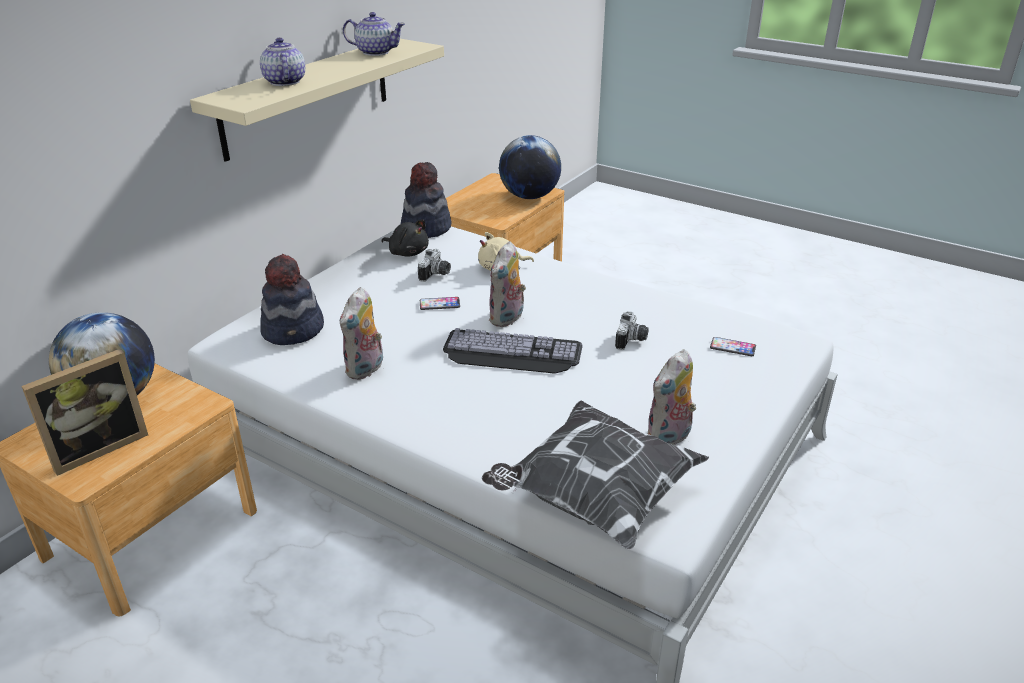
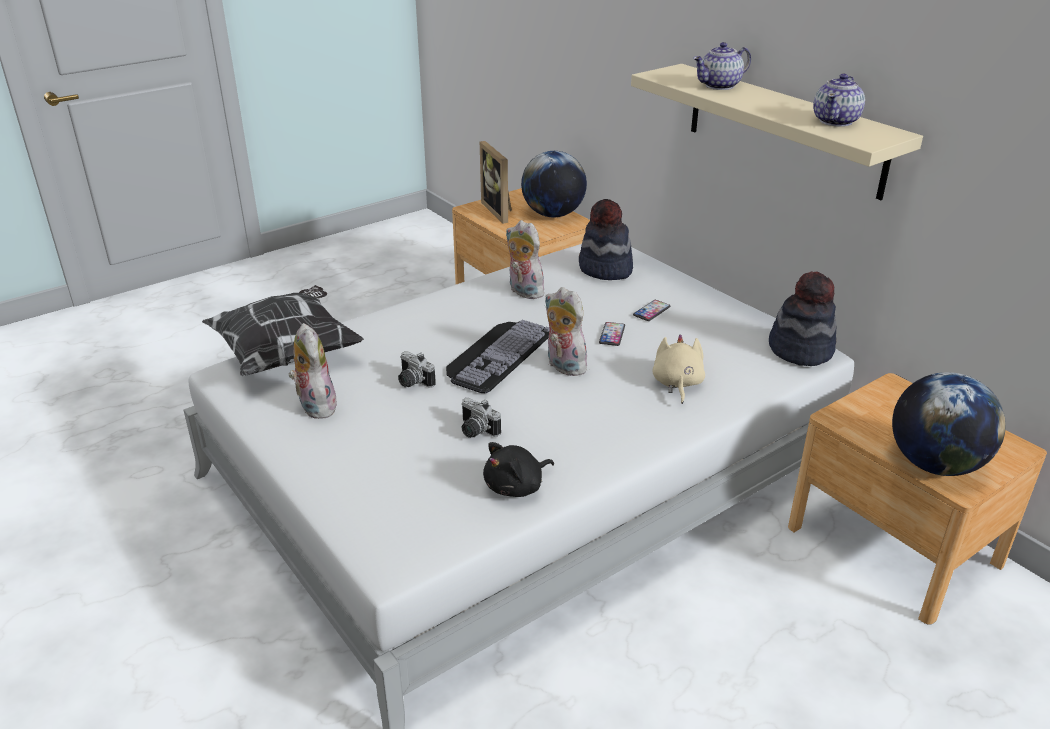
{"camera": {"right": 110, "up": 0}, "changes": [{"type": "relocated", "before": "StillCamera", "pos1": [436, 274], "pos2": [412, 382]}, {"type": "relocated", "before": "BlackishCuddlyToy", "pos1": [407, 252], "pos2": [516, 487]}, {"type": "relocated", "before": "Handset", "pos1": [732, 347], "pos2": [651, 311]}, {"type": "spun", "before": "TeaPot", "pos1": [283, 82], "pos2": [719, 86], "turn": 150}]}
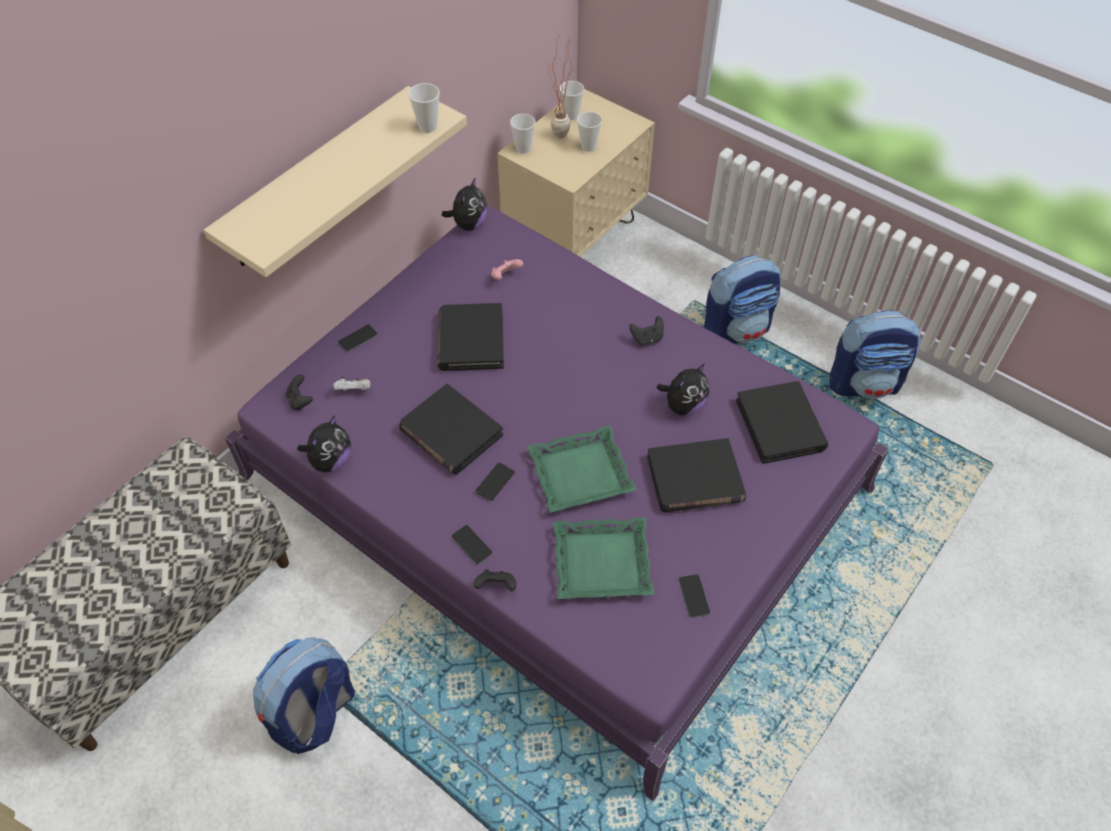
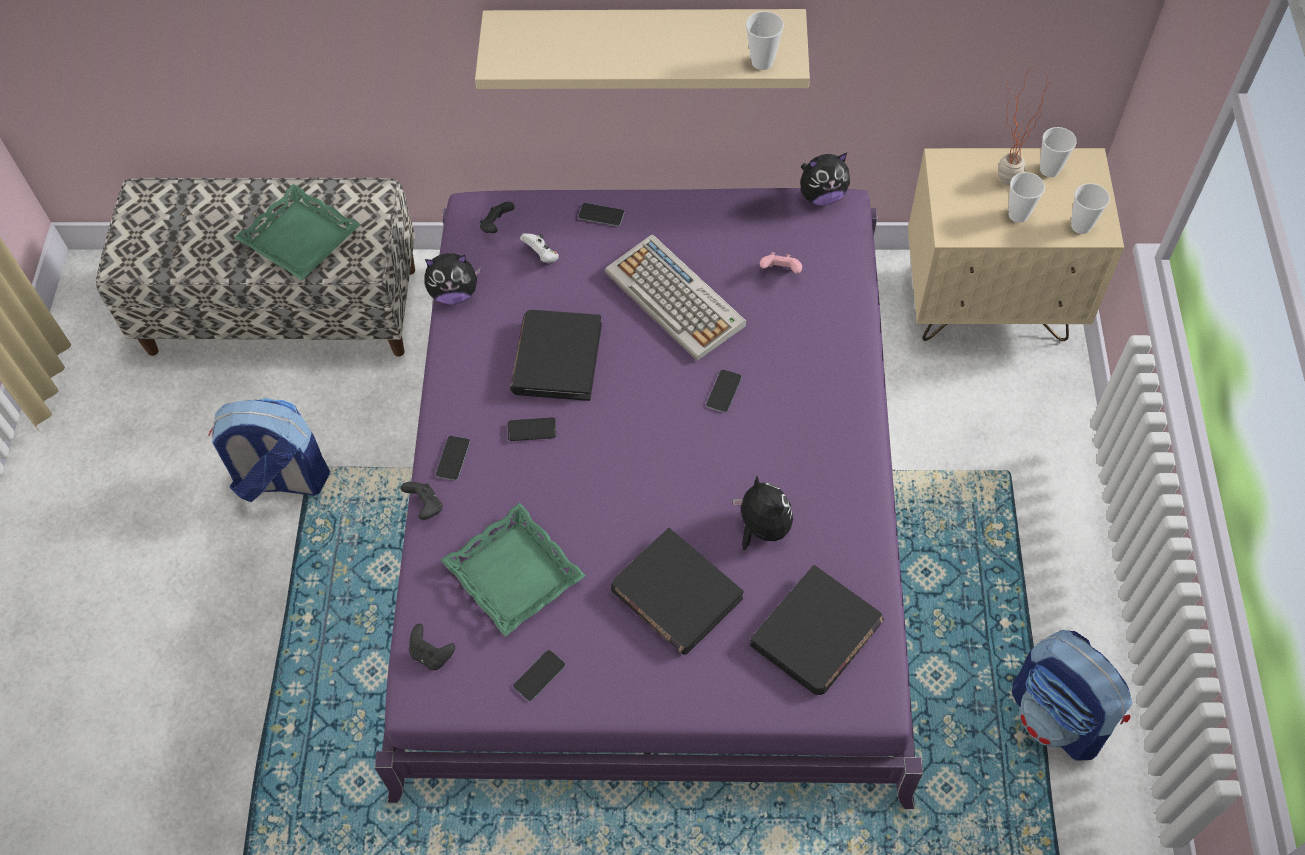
{"camera": {"right": 55, "up": 5}, "changes": [{"type": "relocated", "before": "GreenColouredTray", "pos1": [580, 473], "pos2": [301, 238]}, {"type": "relocated", "before": "BlackishJoypad", "pos1": [647, 339], "pos2": [431, 654]}, {"type": "exchanged", "before": "BlackishVolume", "after": "PcKeyboard", "pos1": [471, 340], "pos2": [676, 299]}, {"type": "appeared", "after": "Handset", "pos2": [724, 391]}, {"type": "spun", "before": "CuddlyToy", "pos1": [683, 405], "pos2": [762, 528], "turn": -135}, {"type": "relocated", "before": "SmallCup", "pos1": [523, 148], "pos2": [1081, 226]}, {"type": "missing", "before": "Knapsack", "pos1": [736, 330]}]}
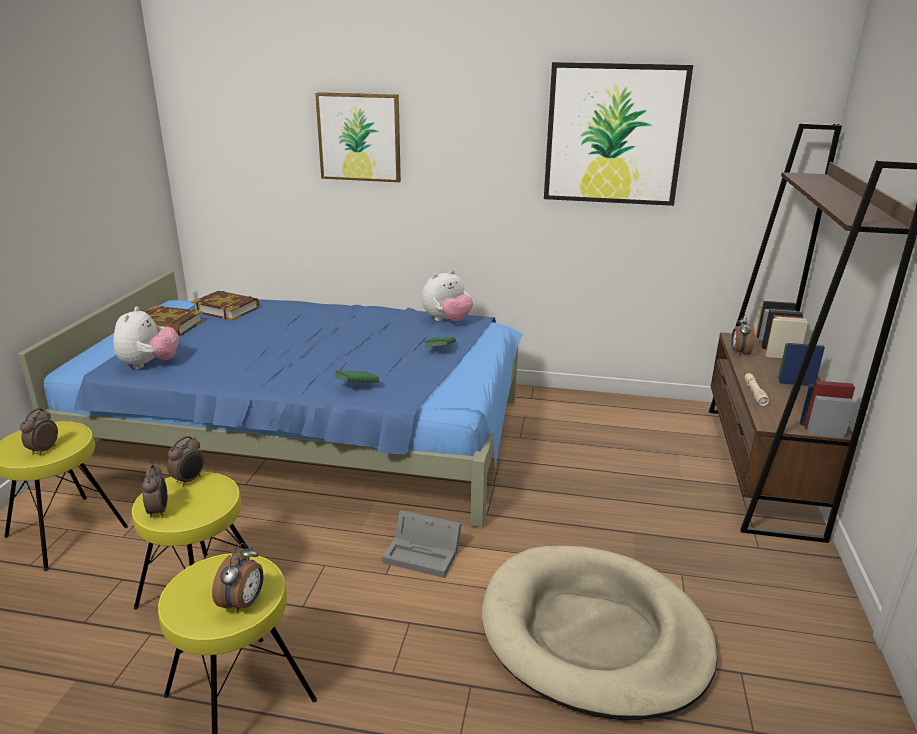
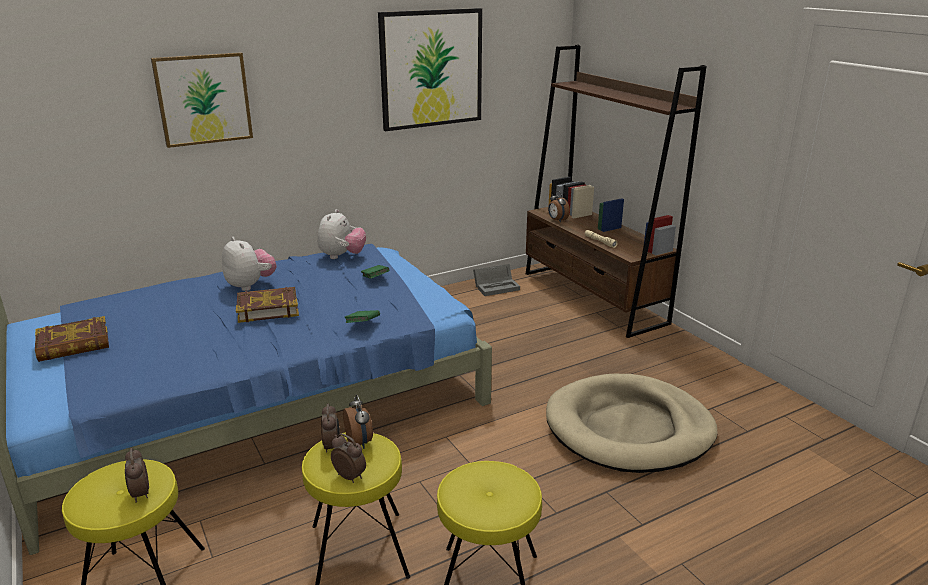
{"camera": {"right": -40, "up": 0}, "changes": [{"type": "relocated", "before": "CuddlyToy", "pos1": [149, 364], "pos2": [250, 285]}, {"type": "relocated", "before": "Volume", "pos1": [226, 309], "pos2": [268, 309]}, {"type": "relocated", "before": "BedsideClock", "pos1": [243, 603], "pos2": [359, 443]}, {"type": "relocated", "before": "GreyishStorageBin", "pos1": [424, 554], "pos2": [497, 287]}]}
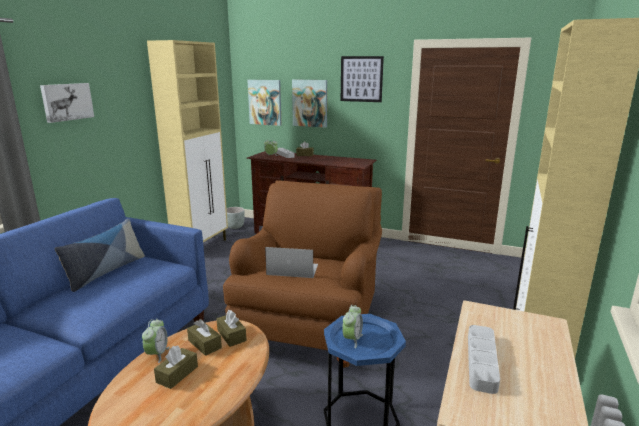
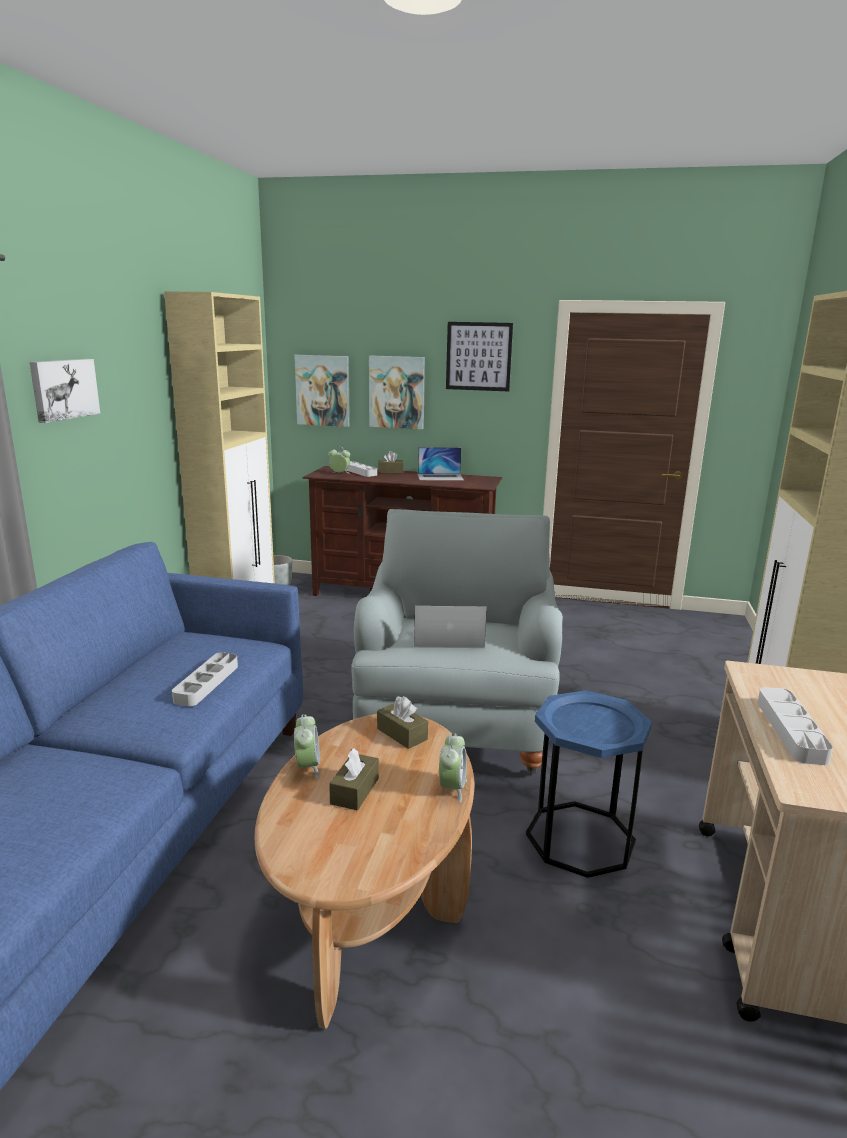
{"camera": {"right": -10, "up": 0}, "changes": [{"type": "appeared", "after": "GreyishTray", "pos2": [207, 683]}, {"type": "colour", "before": "BrownLoungeChair", "after": "GreyishLoungeChair", "pos1": [310, 324], "pos2": [456, 721]}, {"type": "appeared", "after": "Laptop", "pos2": [440, 477]}, {"type": "relocated", "before": "BedsideClock", "pos1": [352, 339], "pos2": [452, 788]}, {"type": "missing", "before": "Pillow", "pos1": [106, 271]}, {"type": "missing", "before": "BrownBoxOfTissues", "pos1": [204, 344]}]}
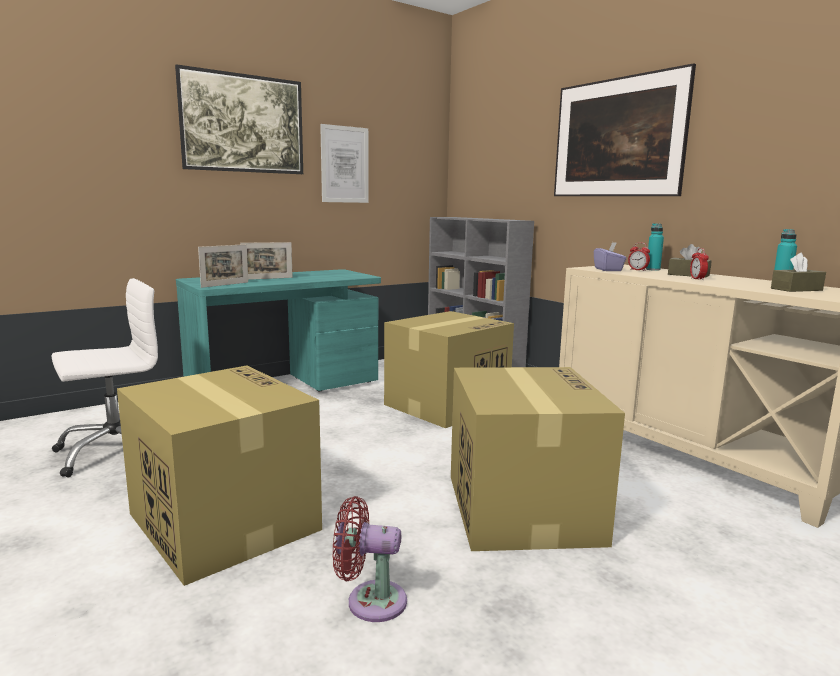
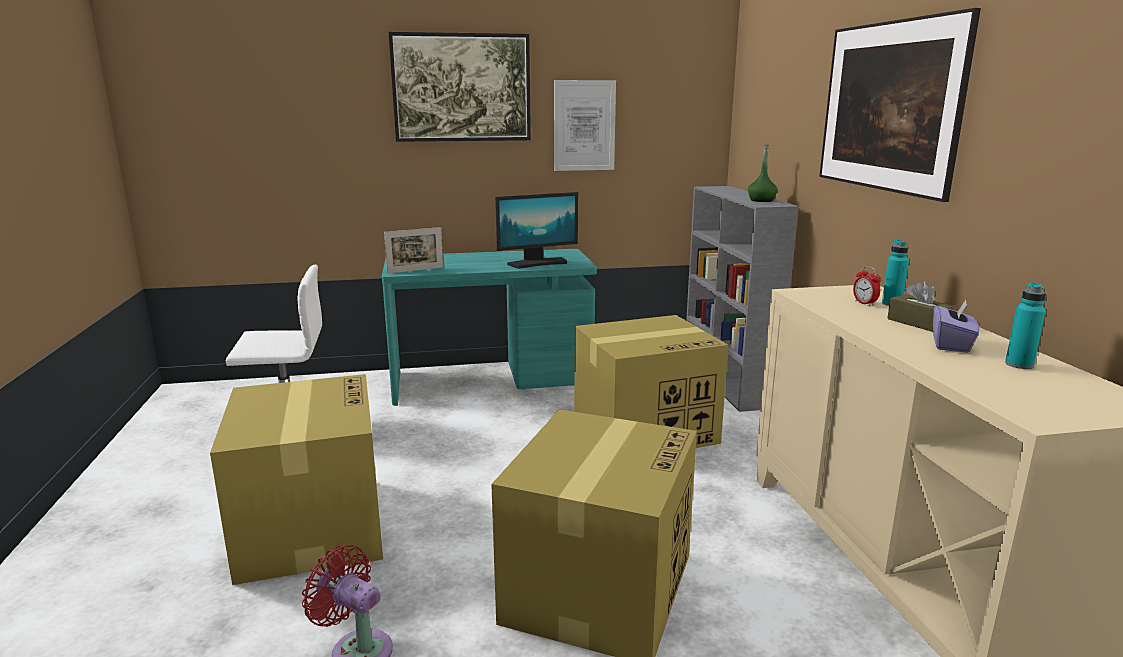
{"camera": {"right": 25, "up": 5}, "changes": [{"type": "appeared", "after": "ComputerScreen", "pos2": [537, 263]}, {"type": "appeared", "after": "GreenColouredBeverageBottle", "pos2": [761, 200]}, {"type": "relocated", "before": "PurplishBoxOfTissues", "pos1": [608, 270], "pos2": [951, 344]}, {"type": "missing", "before": "PhotoFrame", "pos1": [267, 278]}, {"type": "missing", "before": "BedsideClock", "pos1": [697, 279]}, {"type": "missing", "before": "BrownBoxOfTissues", "pos1": [796, 289]}]}
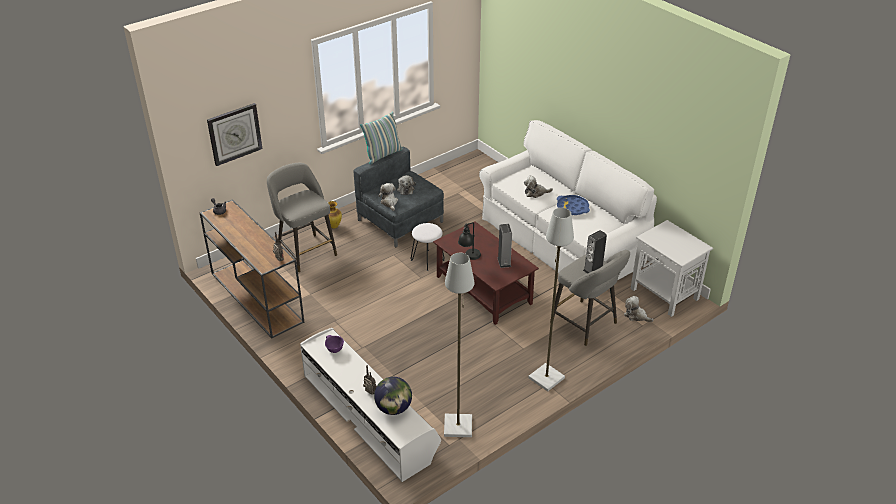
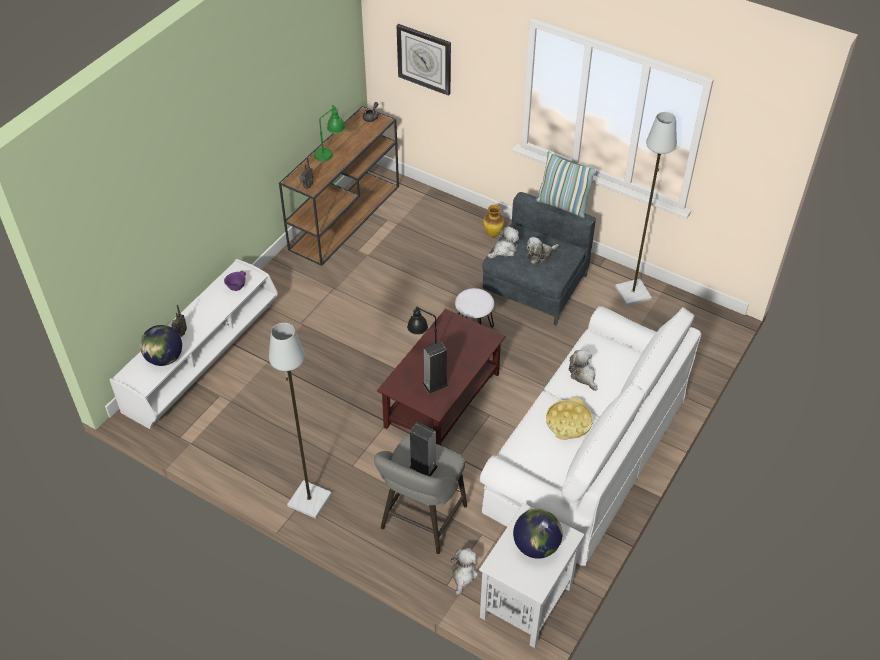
{"camera": {"right": 70, "up": 10}, "changes": [{"type": "appeared", "after": "GreenColouredTabletopLamp", "pos2": [330, 152]}, {"type": "appeared", "after": "Globe", "pos2": [536, 546]}, {"type": "colour", "before": "BlueTray", "after": "YellowTray", "pos1": [572, 208], "pos2": [568, 422]}, {"type": "relocated", "before": "GreyishStandingLamp", "pos1": [458, 426], "pos2": [633, 293]}, {"type": "missing", "before": "GreyishStoolSeat", "pos1": [305, 251]}]}
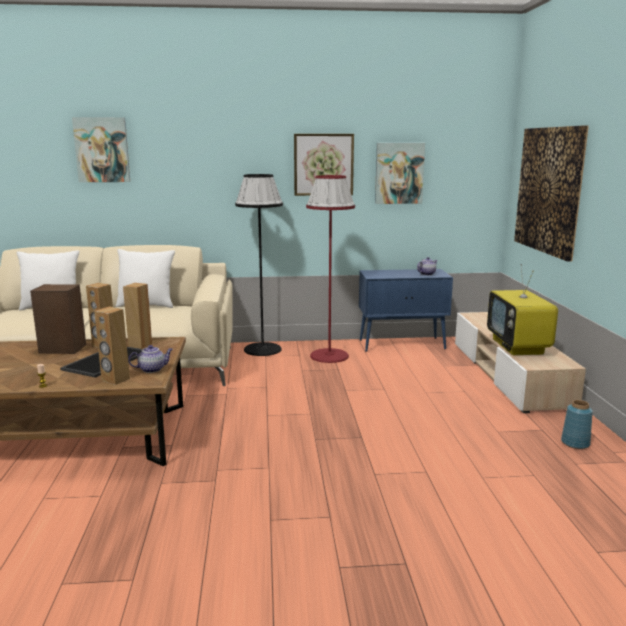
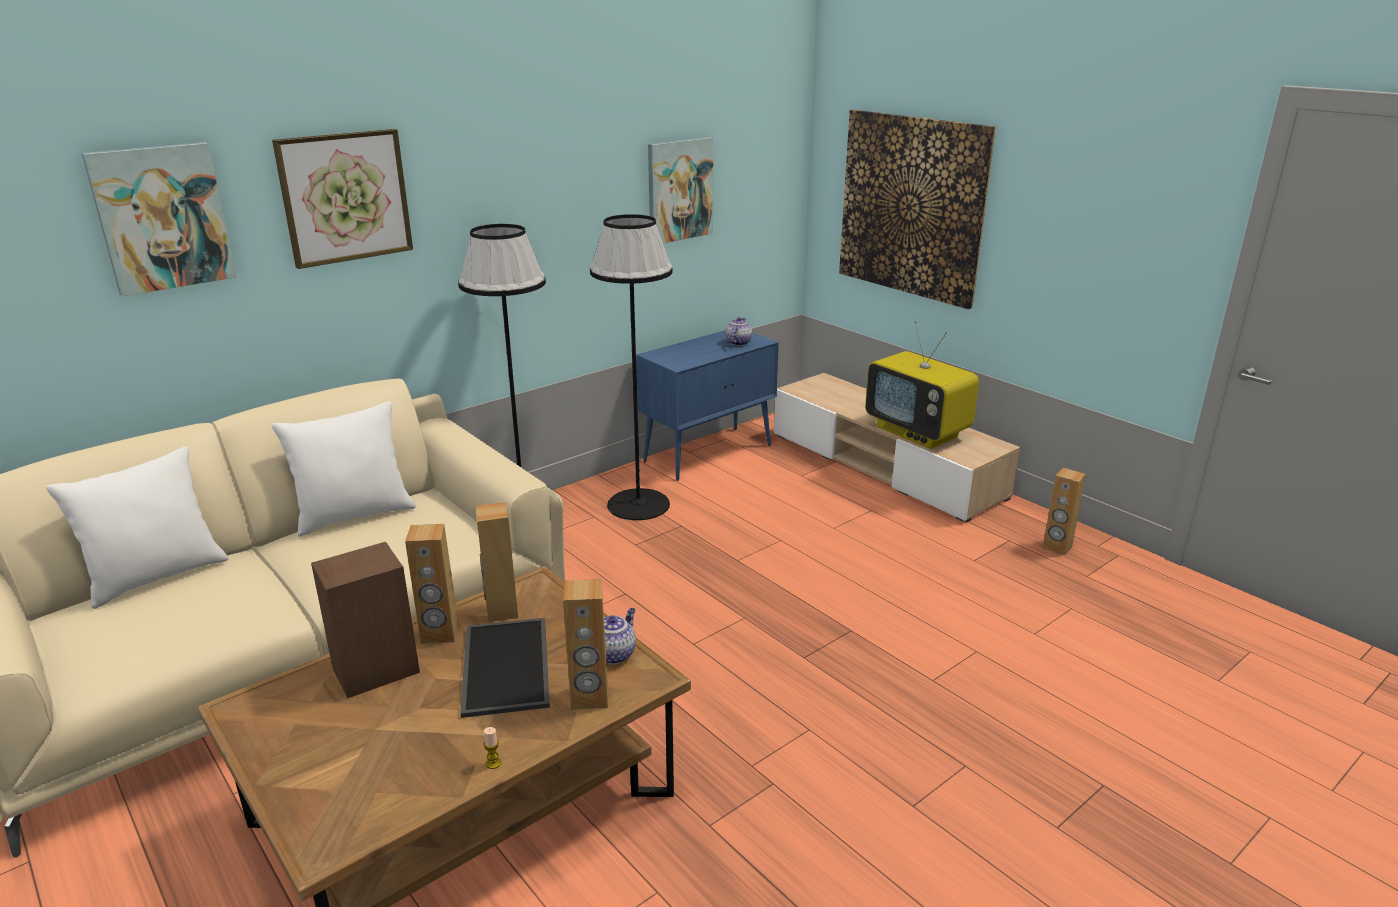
{"camera": {"right": -35, "up": 10}, "changes": [{"type": "relocated", "before": "Picture", "pos1": [323, 164], "pos2": [345, 197]}, {"type": "colour", "before": "ReddishStandingLamp", "after": "BlackishStandingLamp", "pos1": [329, 355], "pos2": [638, 504]}, {"type": "exchanged", "before": "BlueDecorativeVase", "after": "BrownSpeaker", "pos1": [575, 443], "pos2": [1057, 547]}]}
